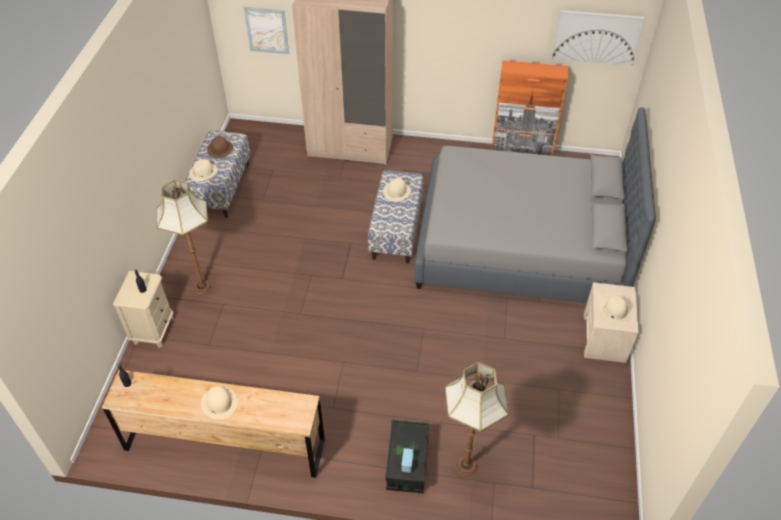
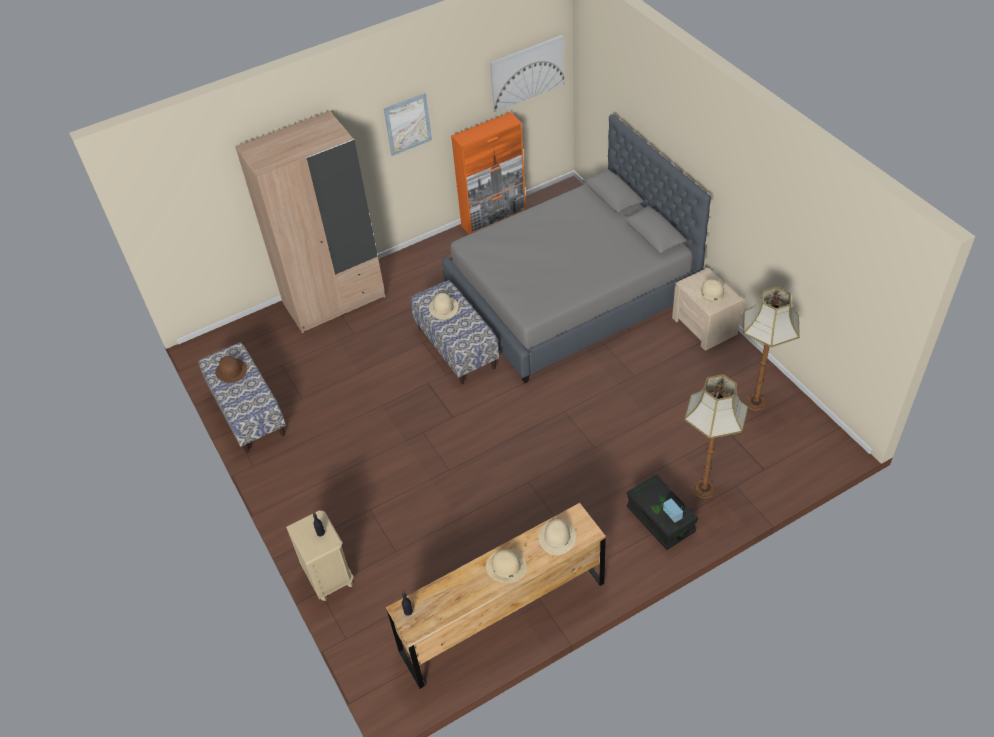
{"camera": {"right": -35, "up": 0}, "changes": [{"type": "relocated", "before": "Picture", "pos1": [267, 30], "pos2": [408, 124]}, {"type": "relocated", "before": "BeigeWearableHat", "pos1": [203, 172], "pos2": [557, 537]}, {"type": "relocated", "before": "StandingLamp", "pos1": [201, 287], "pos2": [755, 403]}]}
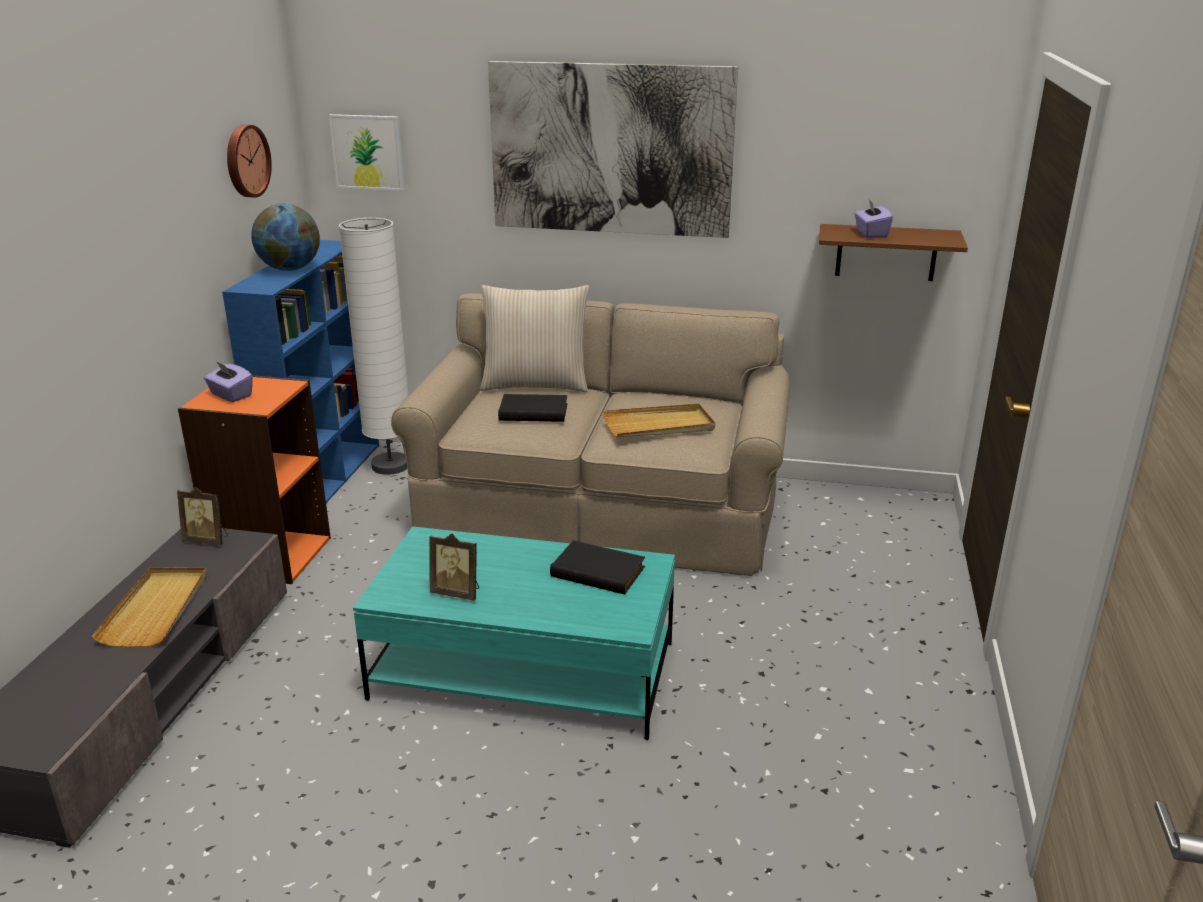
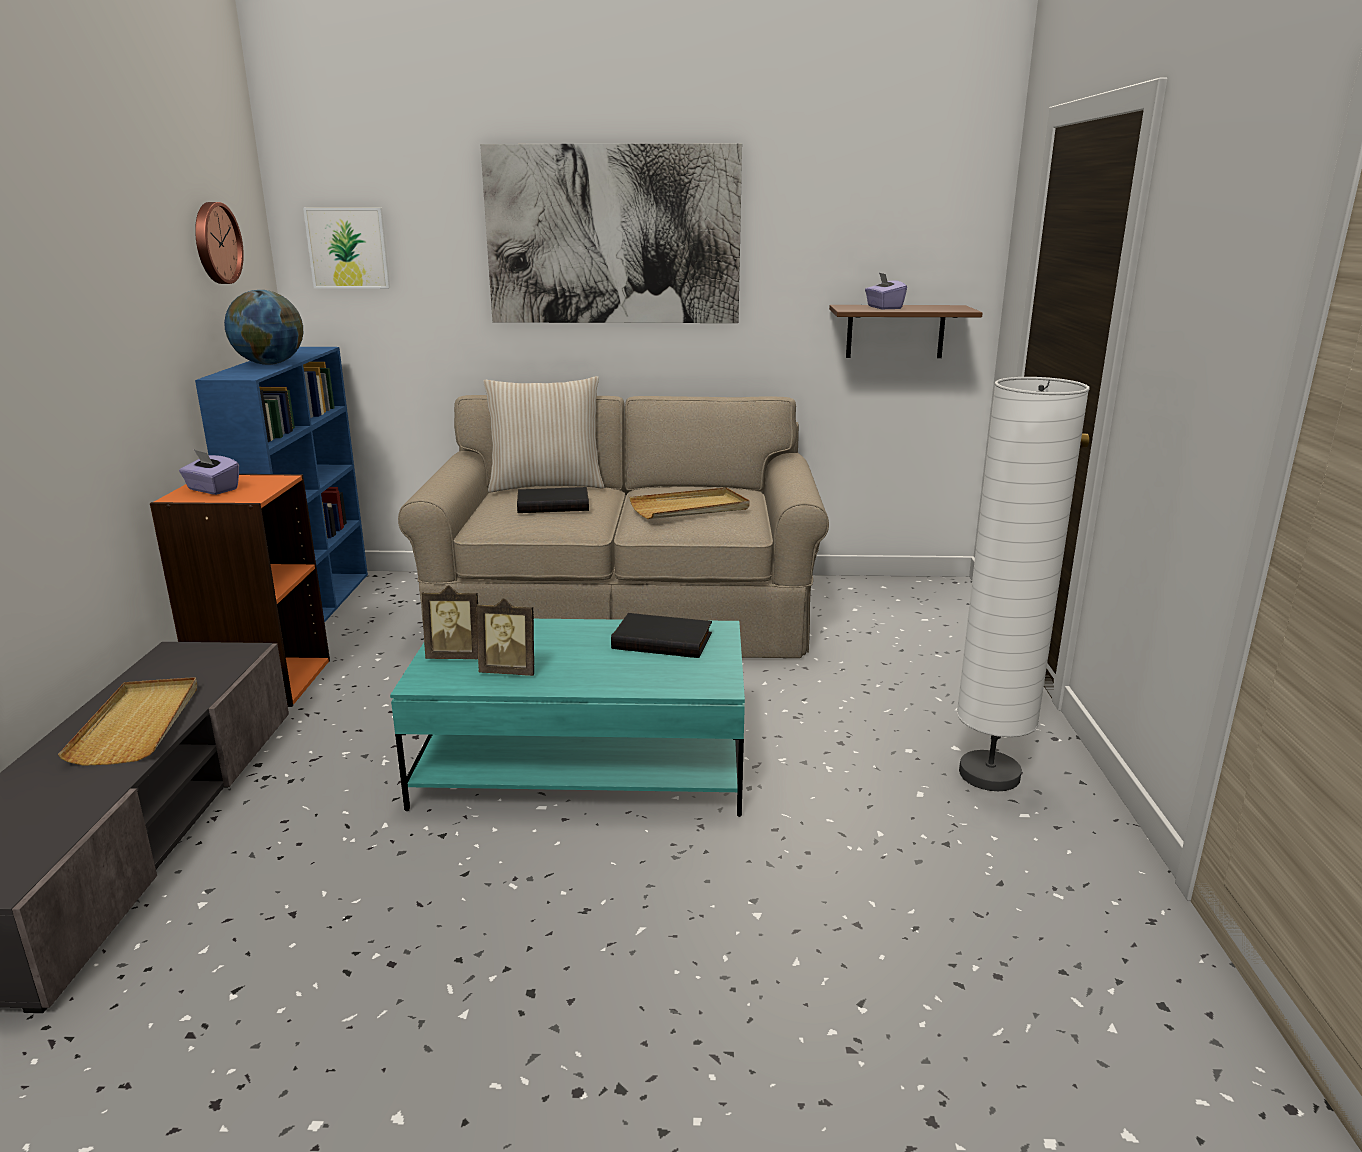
{"camera": {"right": -10, "up": -5}, "changes": [{"type": "relocated", "before": "PhotoFrame", "pos1": [207, 540], "pos2": [456, 656]}, {"type": "relocated", "before": "WhiteStandingLamp", "pos1": [390, 466], "pos2": [989, 774]}]}
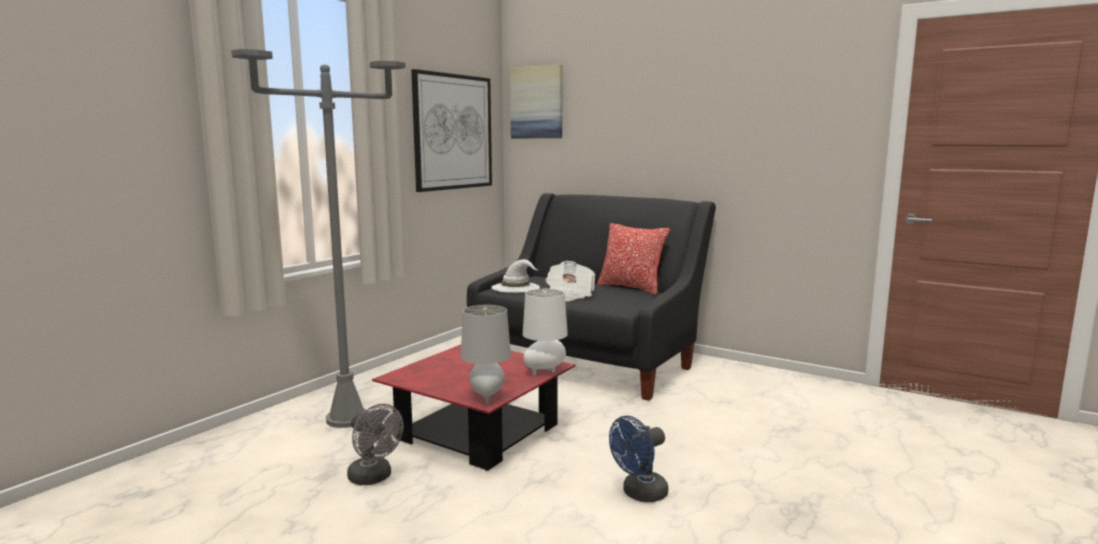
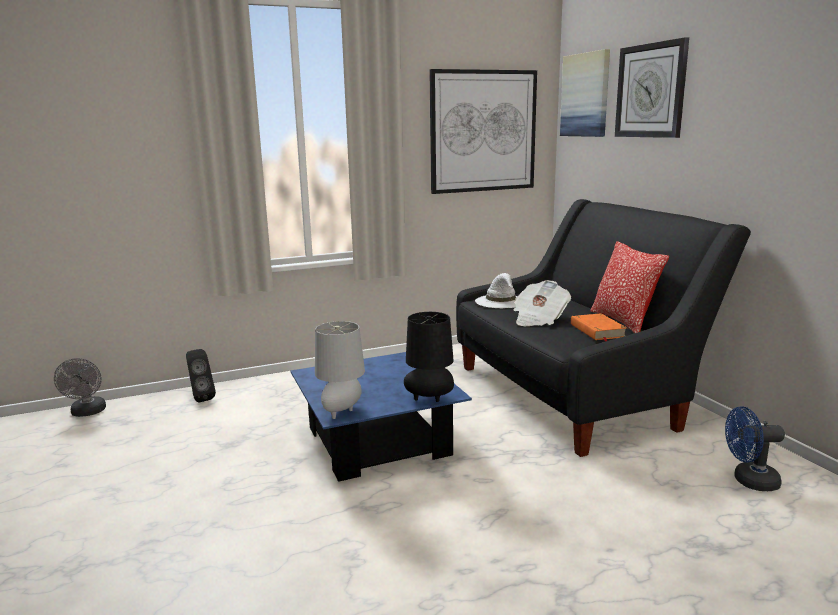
{"camera": {"right": 35, "up": 5}, "changes": [{"type": "relocated", "before": "GreyishCoolingFan", "pos1": [374, 478], "pos2": [87, 413]}, {"type": "appeared", "after": "BlackishSpeaker", "pos2": [201, 398]}, {"type": "colour", "before": "ReddishCoffeeTable", "after": "BlueCoffeeTable", "pos1": [478, 432], "pos2": [378, 441]}, {"type": "colour", "before": "WhiteTabletopLamp", "after": "BlackishTabletopLamp", "pos1": [545, 372], "pos2": [430, 399]}, {"type": "appeared", "after": "OrangeVolume", "pos2": [597, 331]}, {"type": "appeared", "after": "ClockOnTheWall", "pos2": [651, 91]}, {"type": "relocated", "before": "BlueCoolingFan", "pos1": [639, 494], "pos2": [749, 481]}, {"type": "missing", "before": "GreyishStandingLamp", "pos1": [347, 419]}]}
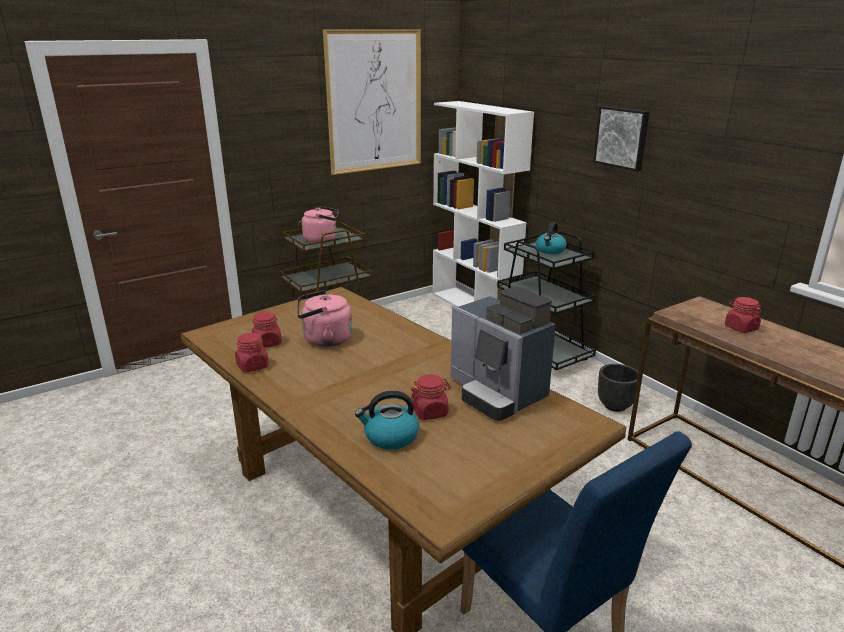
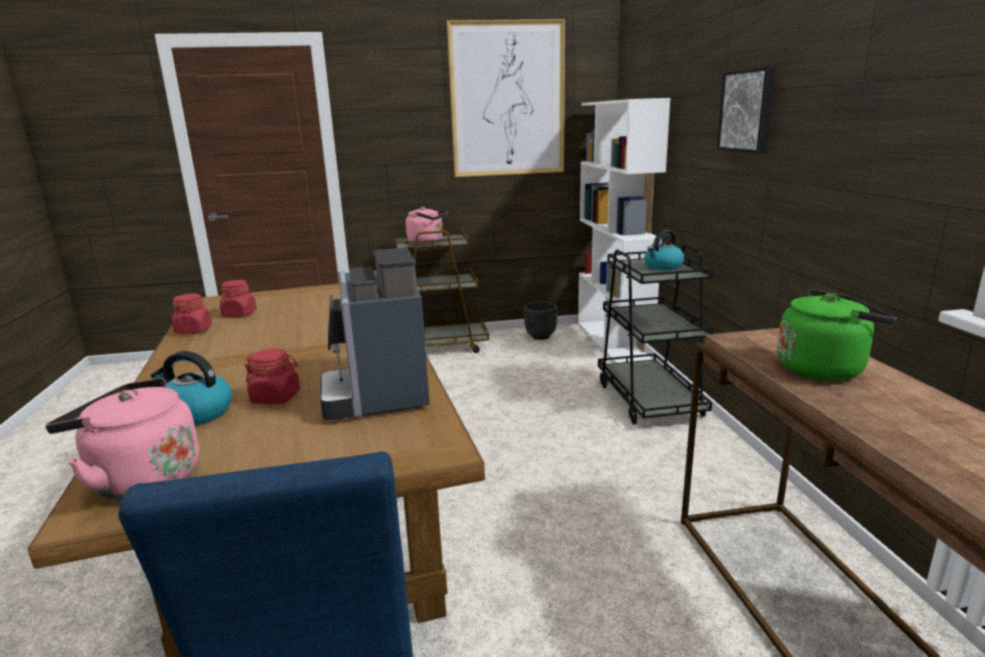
{"camera": {"right": 25, "up": -5}, "changes": [{"type": "relocated", "before": "PinkColouredKettle", "pos1": [324, 340], "pos2": [141, 479]}, {"type": "relocated", "before": "BlackishPlanter", "pos1": [614, 405], "pos2": [540, 336]}, {"type": "exchanged", "before": "ReddishJar", "after": "GreenColouredKettle", "pos1": [740, 328], "pos2": [824, 368]}]}
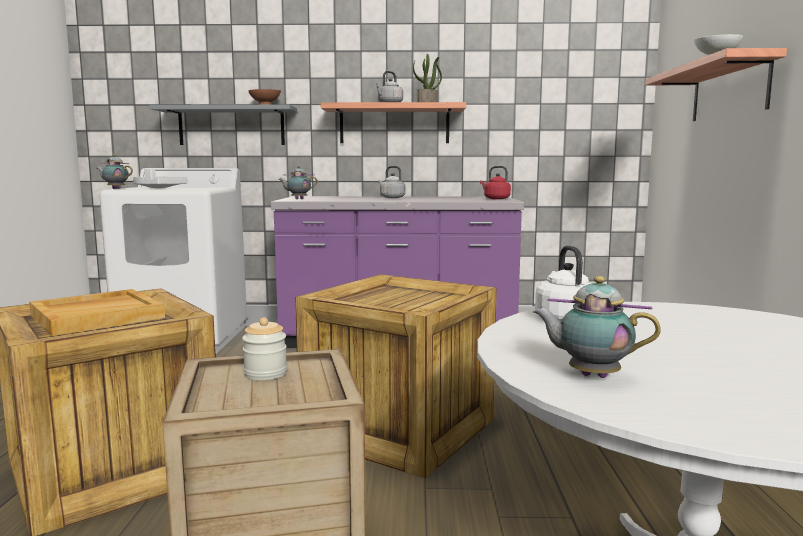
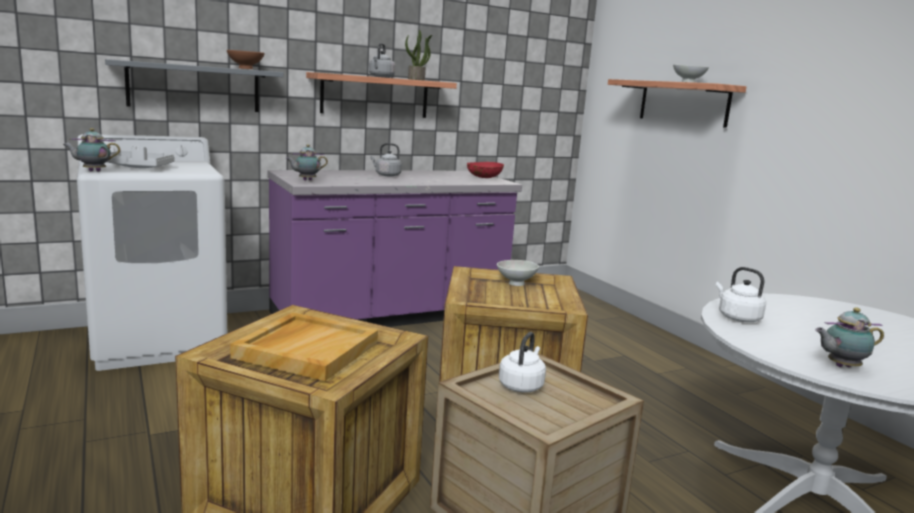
{"camera": {"right": -30, "up": 5}, "changes": [{"type": "exchanged", "before": "ReddishKettle", "after": "ReddishBowl", "pos1": [495, 198], "pos2": [484, 178]}, {"type": "appeared", "after": "WhiteBowl", "pos2": [515, 284]}, {"type": "exchanged", "before": "Jar", "after": "WhiteKettle", "pos1": [265, 373], "pos2": [521, 385]}]}
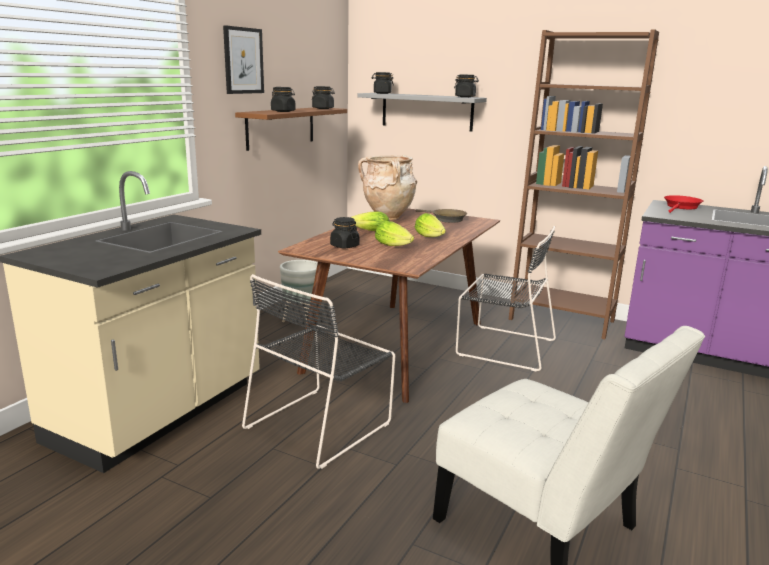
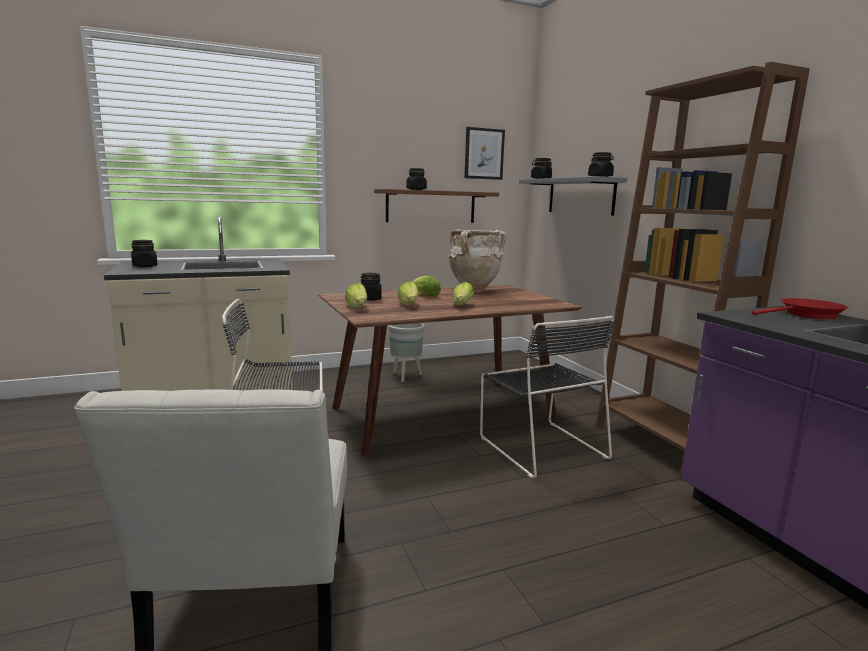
{"camera": {"right": 40, "up": -5}, "changes": [{"type": "relocated", "before": "BlackishJar", "pos1": [323, 108], "pos2": [145, 266]}, {"type": "appeared", "after": "LettuceHead", "pos2": [357, 308]}, {"type": "relocated", "before": "Picture", "pos1": [243, 60], "pos2": [484, 154]}, {"type": "missing", "before": "BrownSkillet", "pos1": [446, 219]}]}
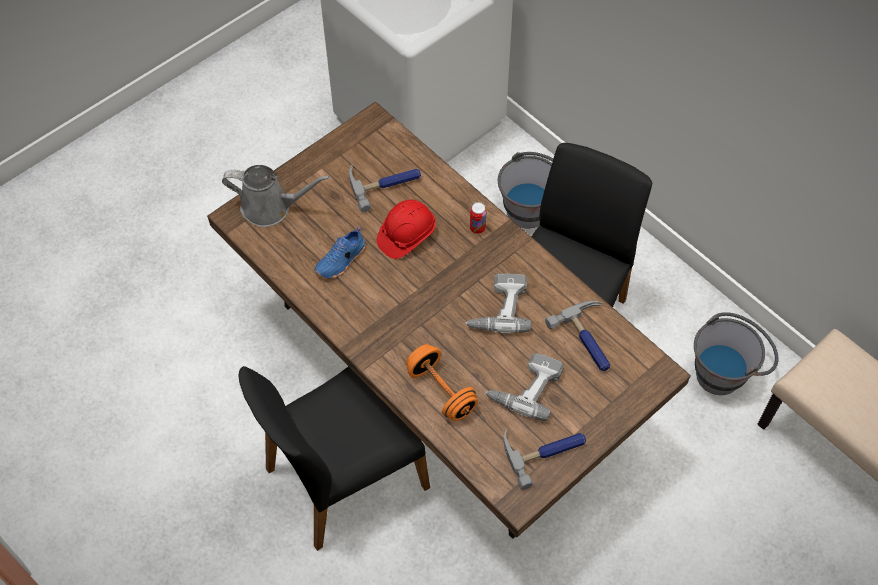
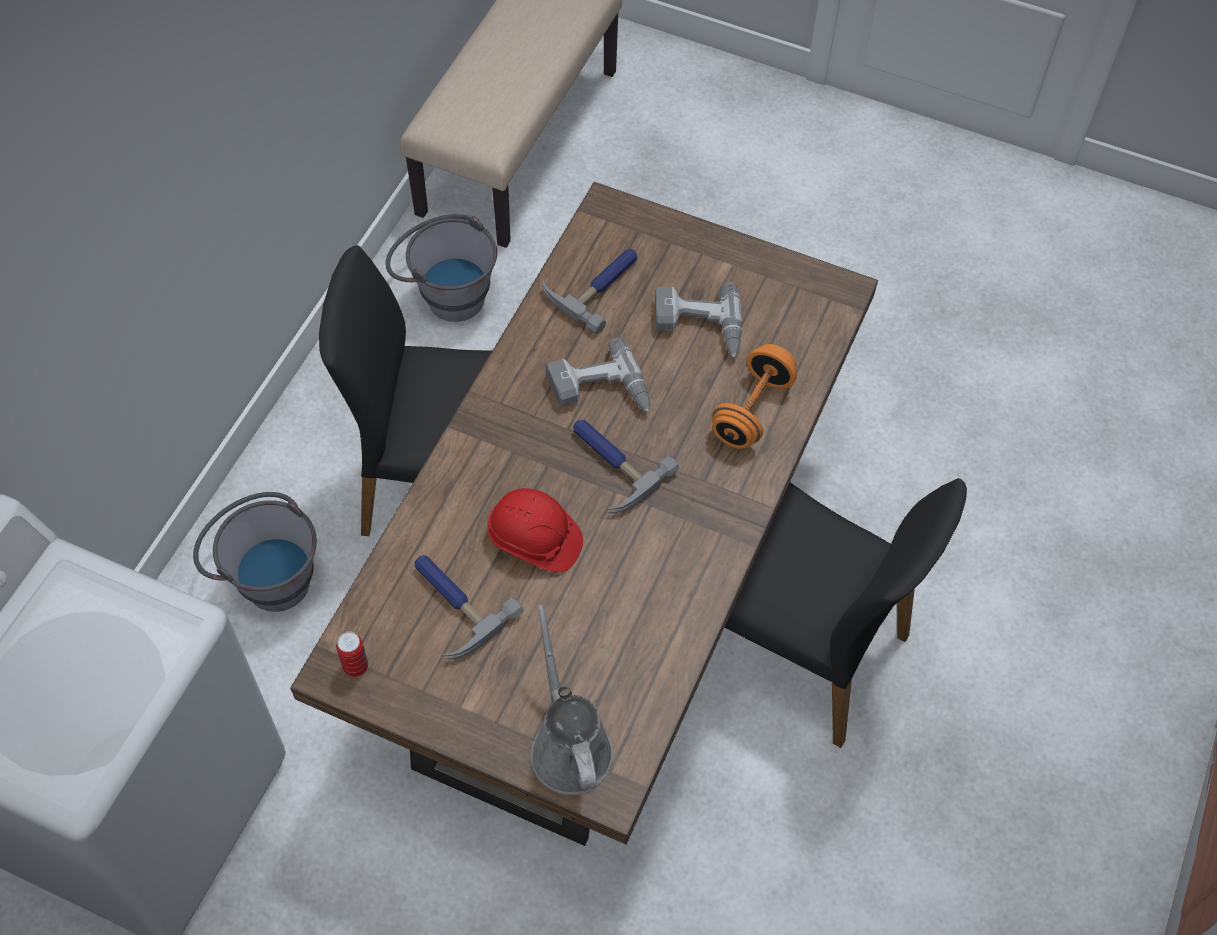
{"camera": {"right": -115, "up": 0}, "changes": [{"type": "relocated", "before": "MetalCan", "pos1": [477, 228], "pos2": [355, 666]}, {"type": "relocated", "before": "ToolHammer", "pos1": [545, 450], "pos2": [610, 465]}, {"type": "missing", "before": "BlueItemOfFootwear", "pos1": [341, 261]}]}
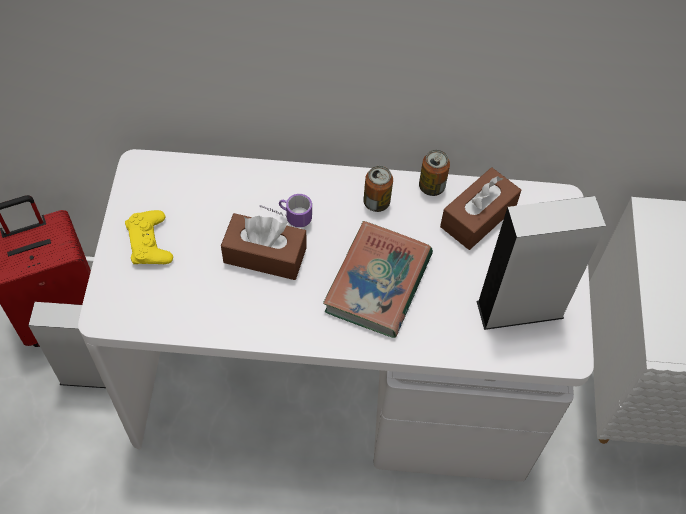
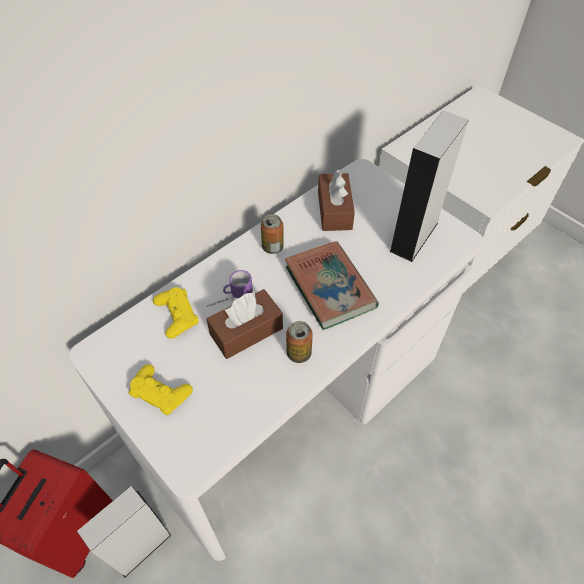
{"camera": {"right": -45, "up": -5}, "changes": [{"type": "appeared", "after": "YellowJoypad", "pos2": [176, 315]}, {"type": "relocated", "before": "MetalCan", "pos1": [431, 186], "pos2": [299, 353]}]}
